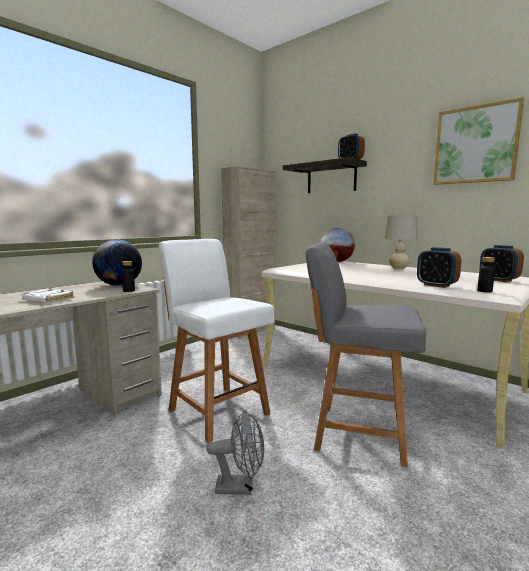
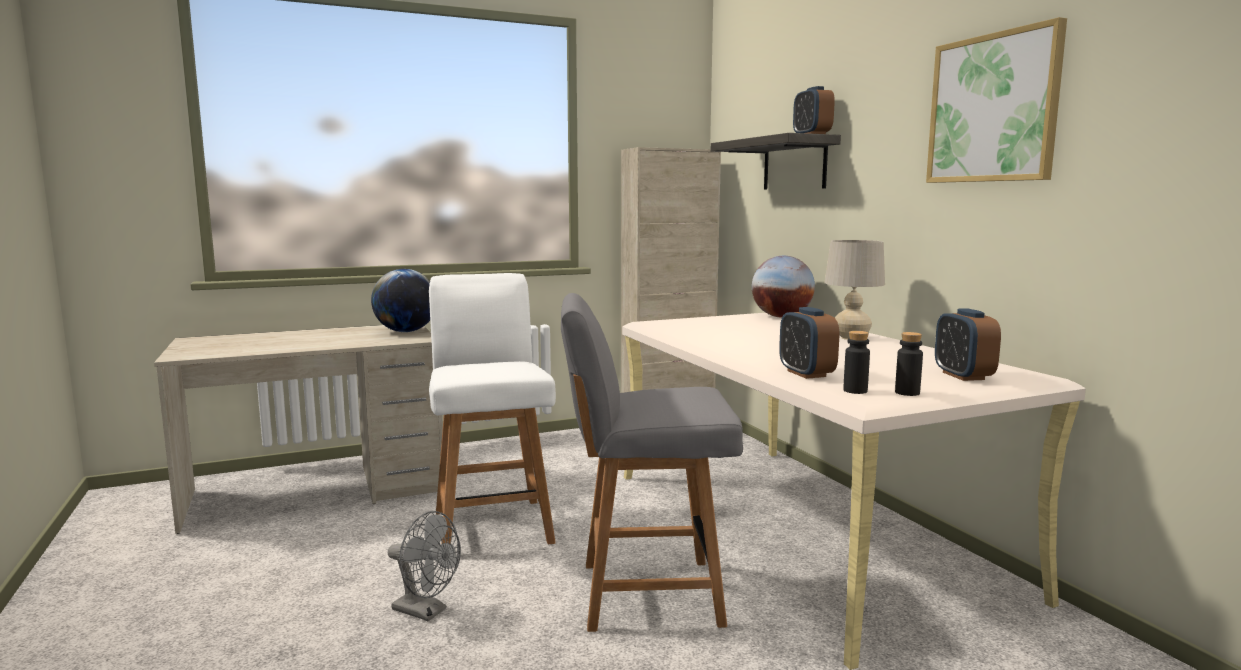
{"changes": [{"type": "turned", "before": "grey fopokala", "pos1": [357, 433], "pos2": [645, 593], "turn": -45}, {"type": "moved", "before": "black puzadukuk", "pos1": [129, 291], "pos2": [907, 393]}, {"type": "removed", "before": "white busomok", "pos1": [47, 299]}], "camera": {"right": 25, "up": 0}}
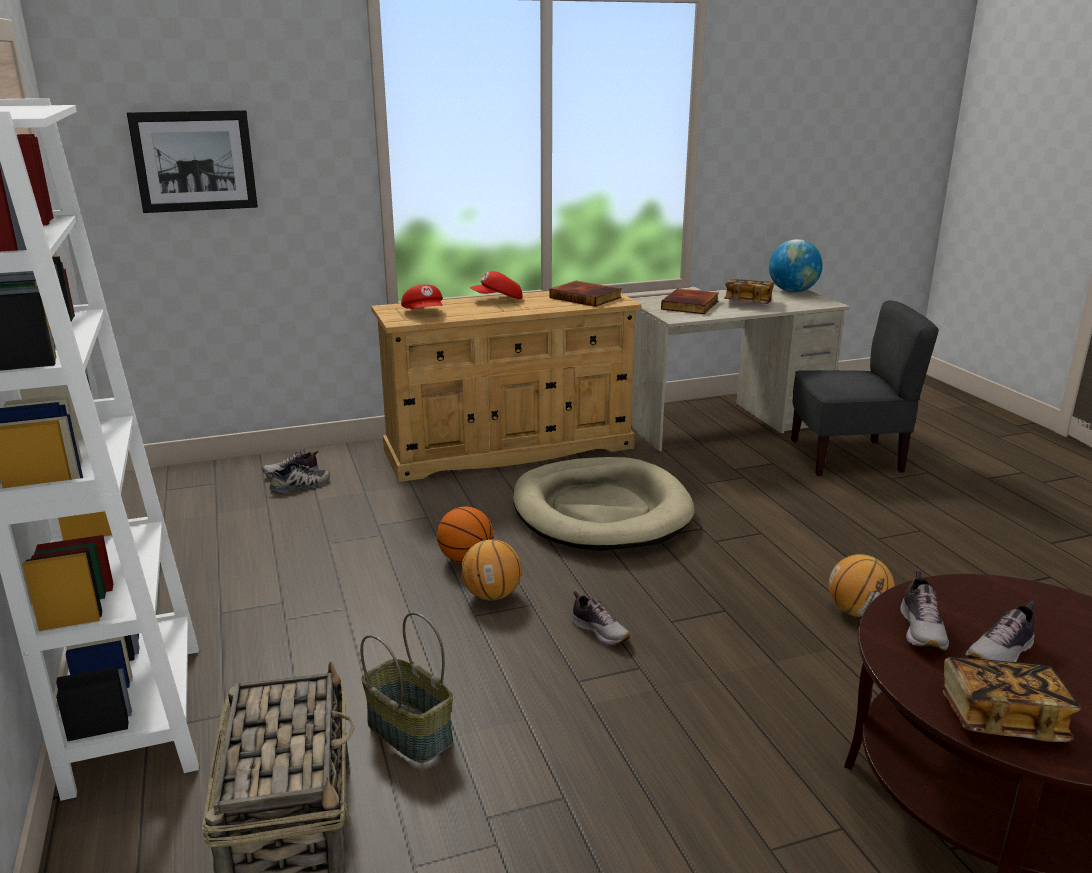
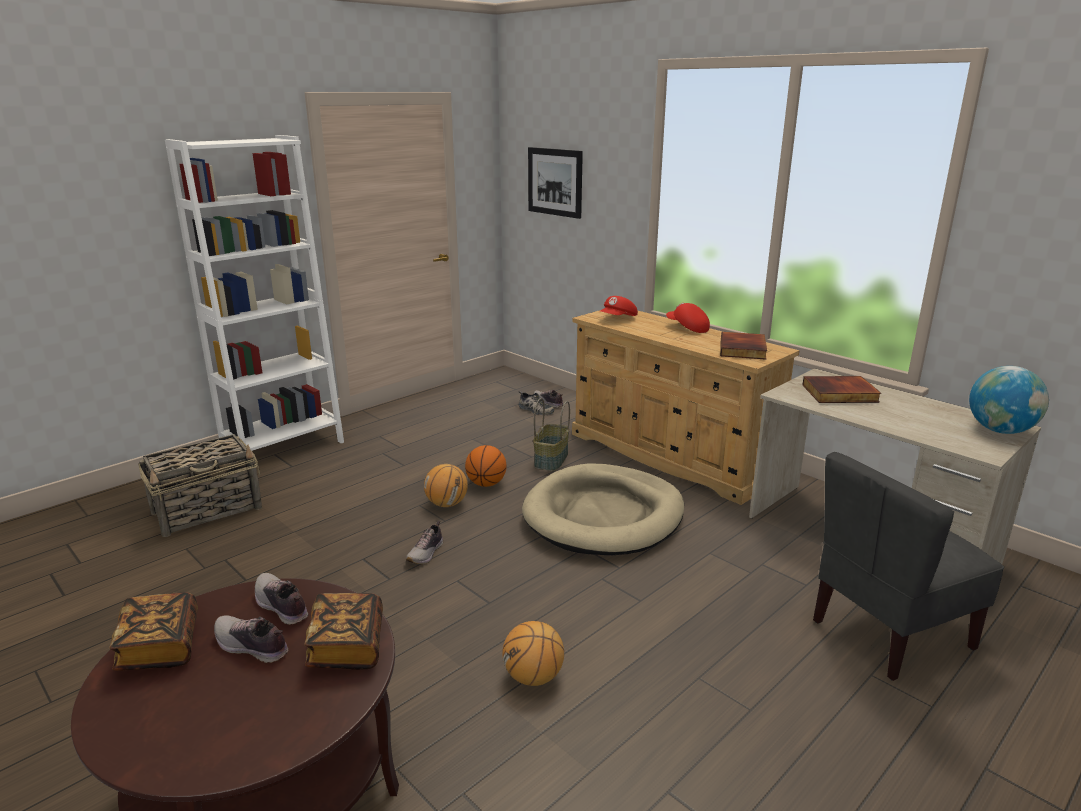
{"changes": [{"type": "moved", "before": "busomok", "pos1": [747, 303], "pos2": [347, 647]}, {"type": "turned", "before": "grey fopokala", "pos1": [846, 457], "pos2": [889, 633], "turn": 90}, {"type": "turned", "before": "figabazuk", "pos1": [922, 630], "pos2": [281, 606], "turn": 60}, {"type": "moved", "before": "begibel", "pos1": [411, 732], "pos2": [552, 460]}], "camera": {"right": 65, "up": 0}}
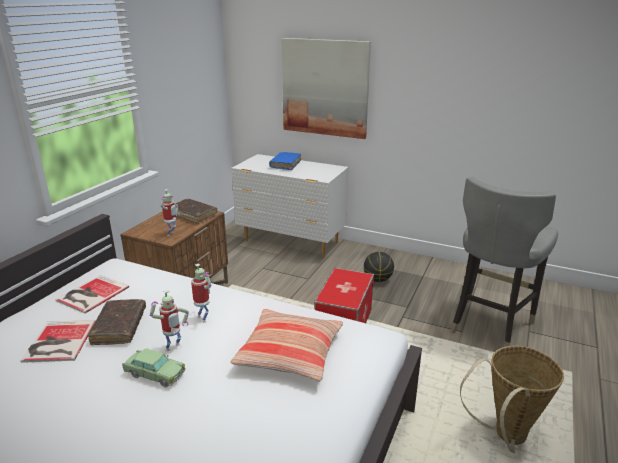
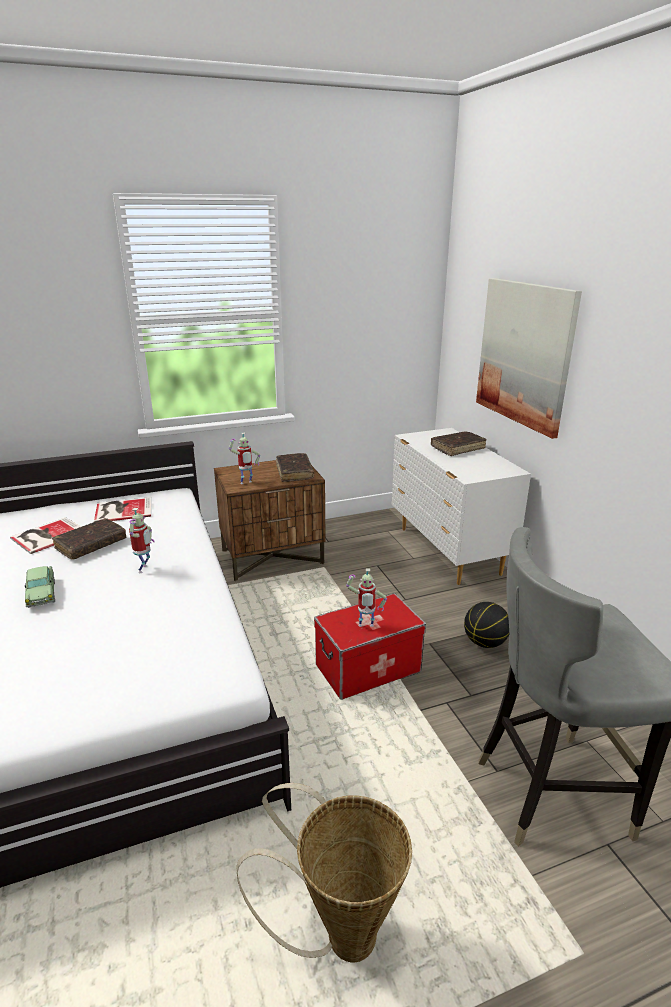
{"changes": [{"type": "recoloured", "before": "blue busomok", "after": "brown busomok", "pos1": [285, 164], "pos2": [457, 448]}, {"type": "moved", "before": "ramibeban", "pos1": [173, 348], "pos2": [365, 627]}, {"type": "removed", "before": "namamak", "pos1": [289, 353]}], "camera": {"right": 45, "up": 0}}
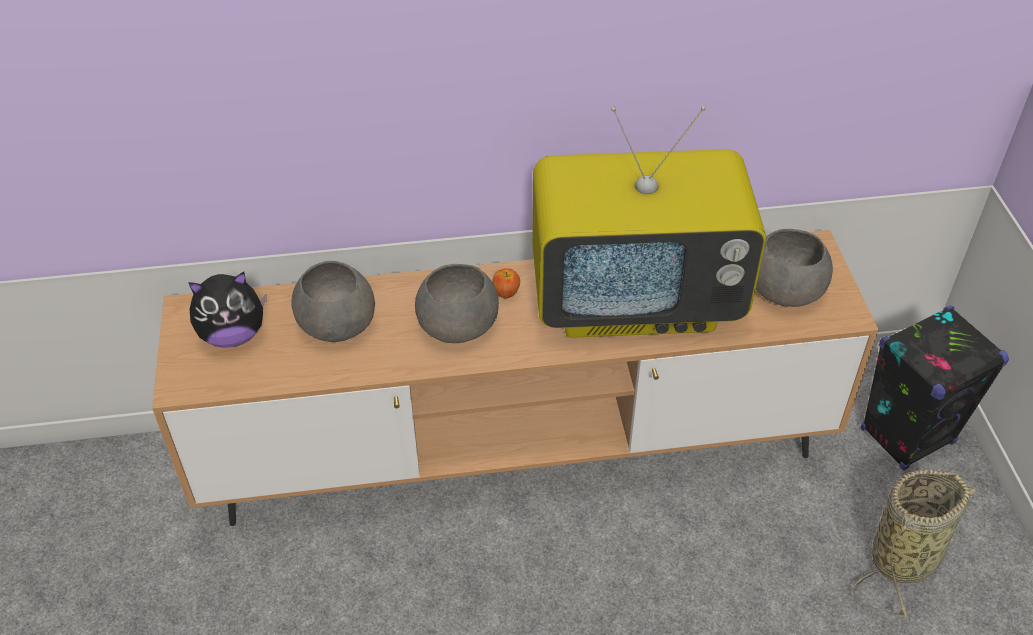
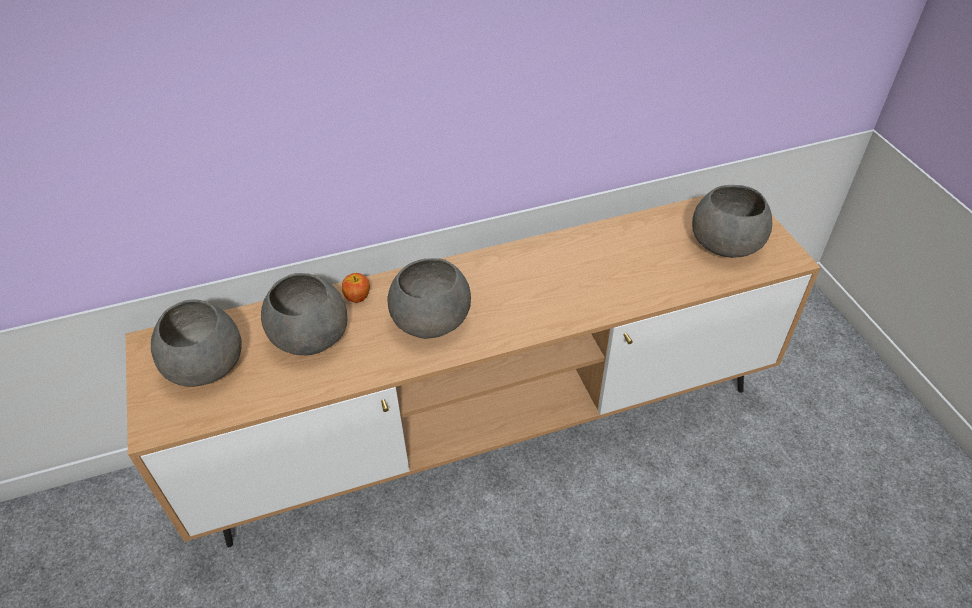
{"changes": [{"type": "removed", "before": "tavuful", "pos1": [637, 300]}, {"type": "moved", "before": "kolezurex", "pos1": [506, 292], "pos2": [357, 296]}, {"type": "replaced", "before": "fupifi", "after": "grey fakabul", "pos1": [233, 335], "pos2": [204, 363]}, {"type": "removed", "before": "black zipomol", "pos1": [907, 435]}, {"type": "removed", "before": "begibel", "pos1": [906, 556]}], "camera": {"right": -10, "up": 0}}
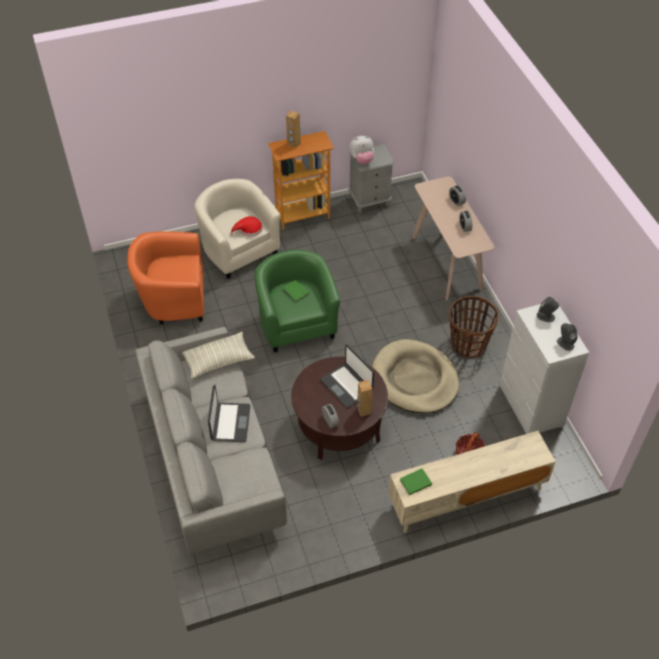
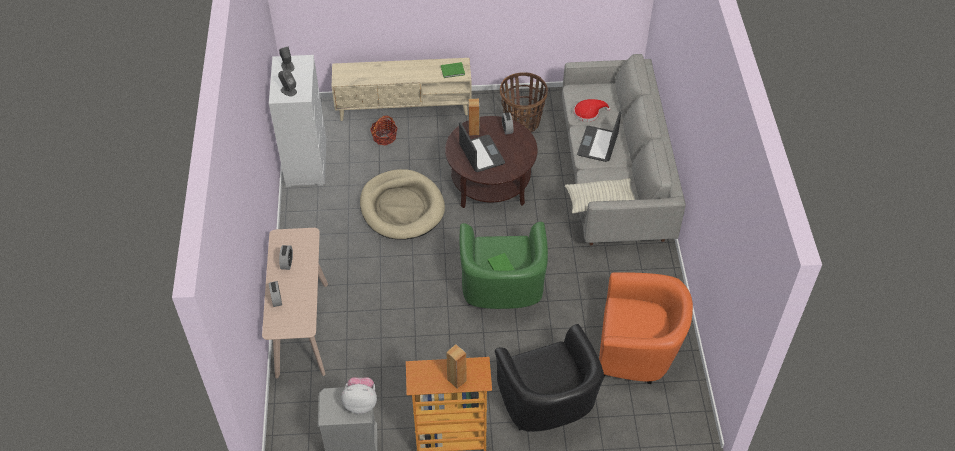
{"changes": [{"type": "recoloured", "before": "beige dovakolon", "after": "black dovakolon", "pos1": [238, 250], "pos2": [547, 405]}, {"type": "moved", "before": "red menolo", "pos1": [248, 229], "pos2": [588, 113]}, {"type": "moved", "before": "begibel", "pos1": [468, 344], "pos2": [522, 122]}], "camera": {"right": -165, "up": 0}}
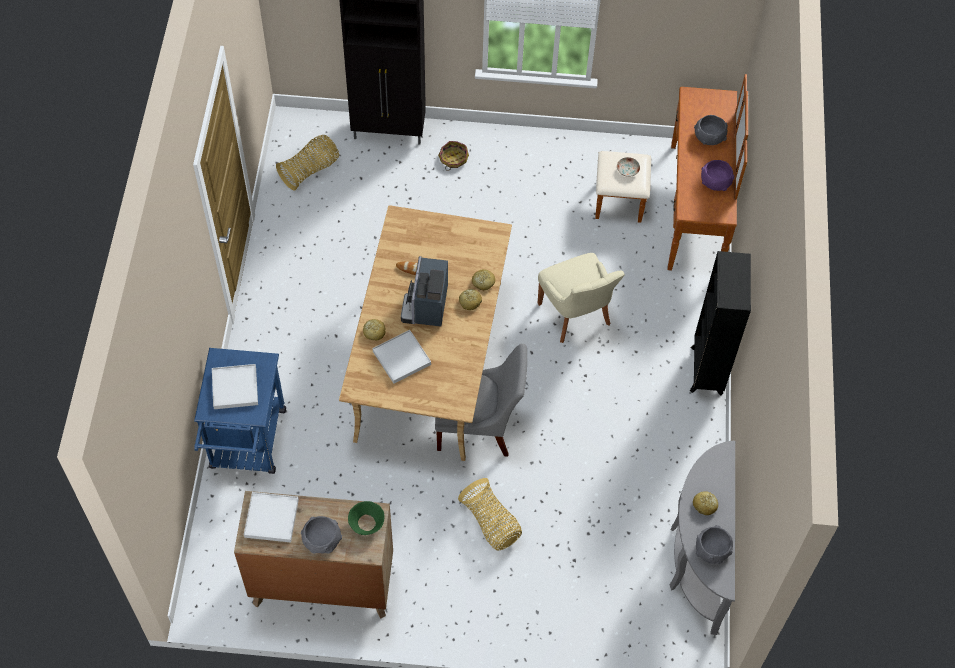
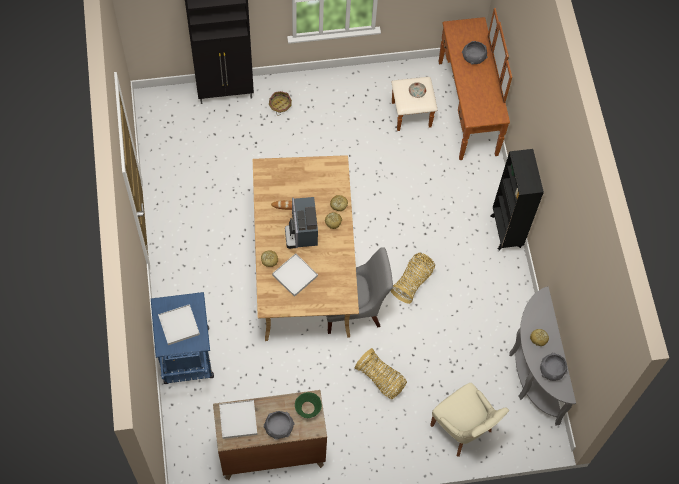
{"changes": [{"type": "moved", "before": "begibel", "pos1": [310, 170], "pos2": [412, 282]}, {"type": "removed", "before": "purple fakabul", "pos1": [715, 181]}, {"type": "moved", "before": "beige fopokala", "pos1": [575, 316], "pos2": [463, 429]}], "camera": {"right": -15, "up": 5}}
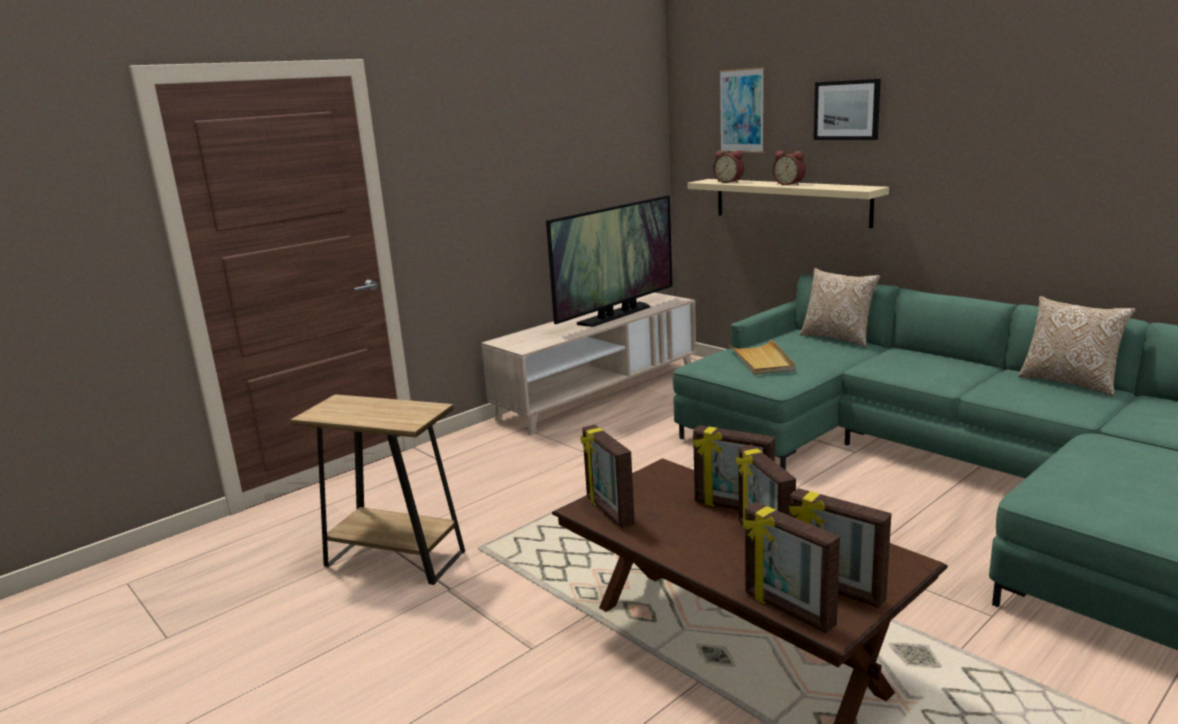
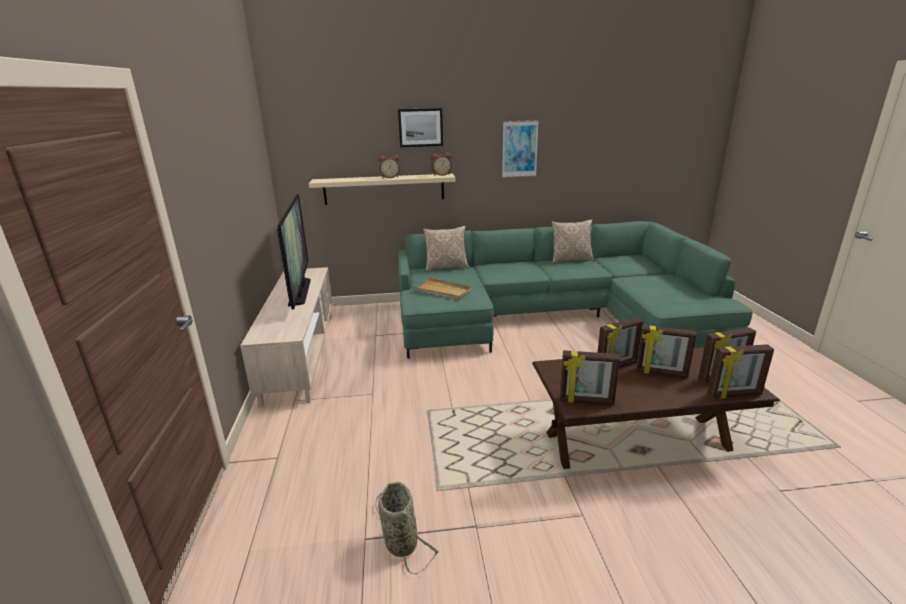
{"changes": [{"type": "moved", "before": "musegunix", "pos1": [742, 111], "pos2": [519, 149]}, {"type": "moved", "before": "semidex", "pos1": [729, 182], "pos2": [441, 175]}, {"type": "replaced", "before": "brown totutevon", "after": "begibel", "pos1": [395, 558], "pos2": [400, 541]}], "camera": {"right": -55, "up": 5}}
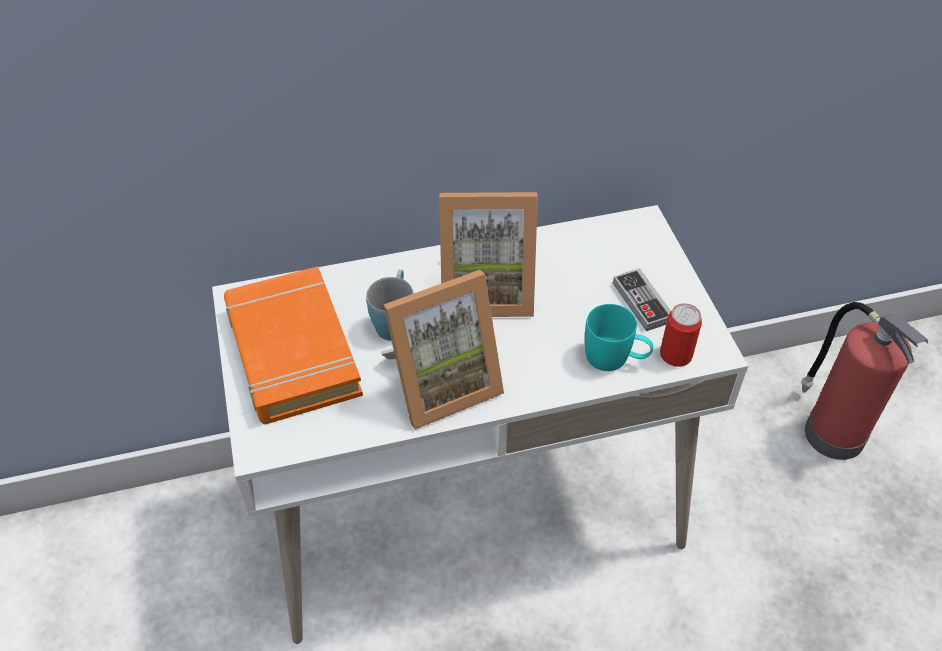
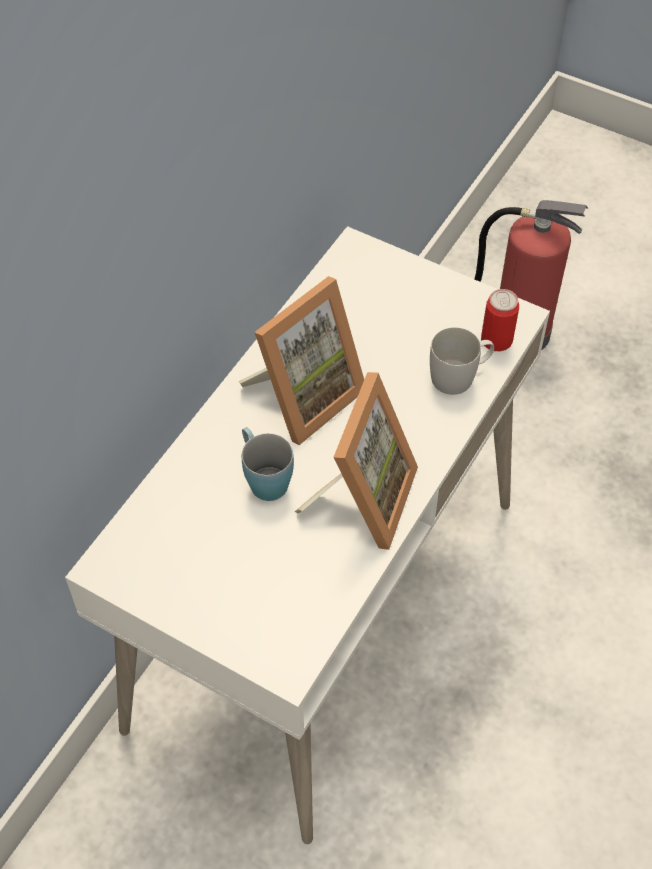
{"changes": [{"type": "removed", "before": "orange busomok", "pos1": [292, 352]}, {"type": "removed", "before": "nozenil", "pos1": [642, 302]}, {"type": "recoloured", "before": "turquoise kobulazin", "after": "white kobulazin", "pos1": [615, 358], "pos2": [460, 376]}], "camera": {"right": -45, "up": 5}}
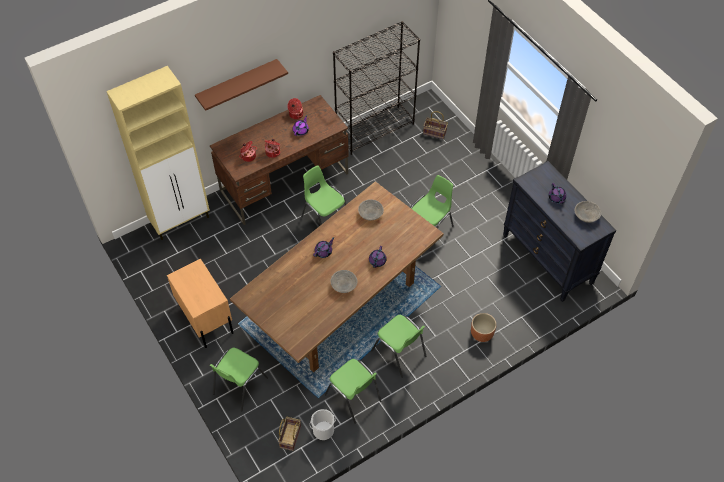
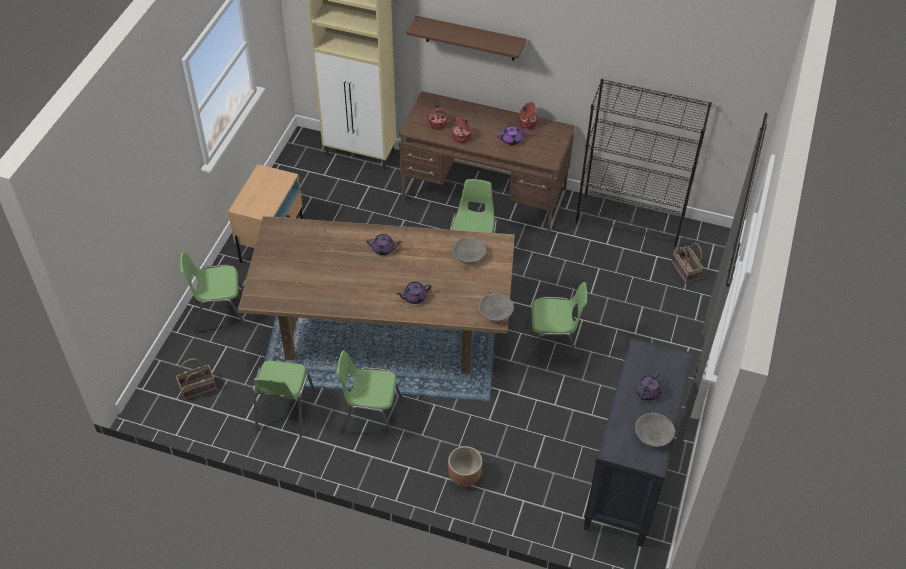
{"changes": [{"type": "moved", "before": "grey fakabul", "pos1": [344, 285], "pos2": [495, 313]}, {"type": "turned", "before": "green fopokala", "pos1": [399, 353], "pos2": [371, 416], "turn": 90}, {"type": "removed", "before": "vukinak", "pos1": [323, 430]}], "camera": {"right": 50, "up": -5}}
